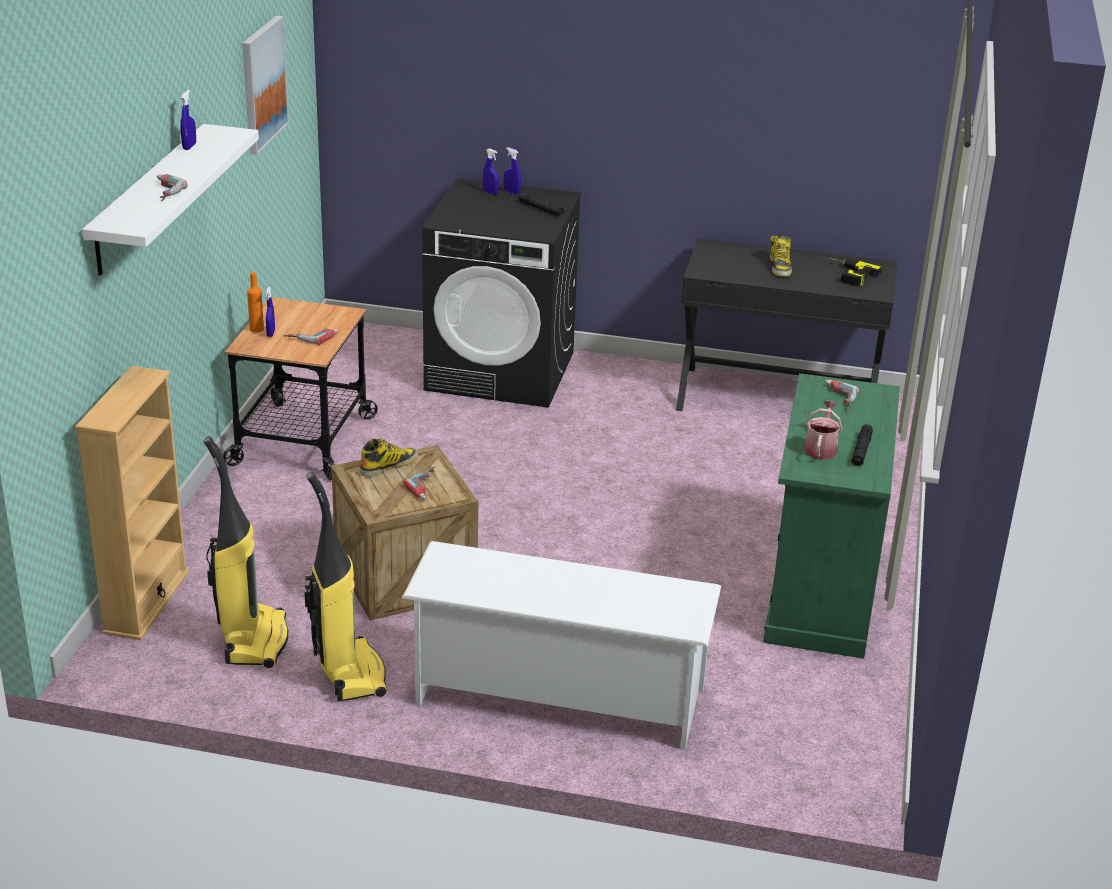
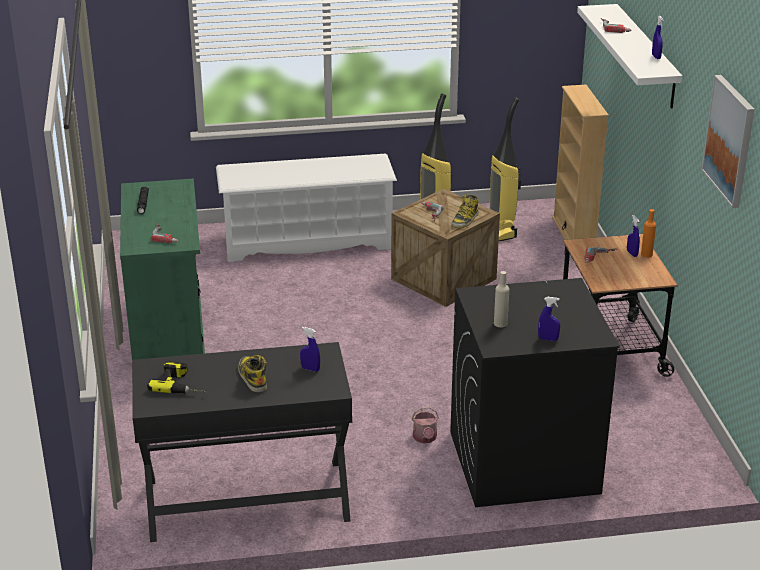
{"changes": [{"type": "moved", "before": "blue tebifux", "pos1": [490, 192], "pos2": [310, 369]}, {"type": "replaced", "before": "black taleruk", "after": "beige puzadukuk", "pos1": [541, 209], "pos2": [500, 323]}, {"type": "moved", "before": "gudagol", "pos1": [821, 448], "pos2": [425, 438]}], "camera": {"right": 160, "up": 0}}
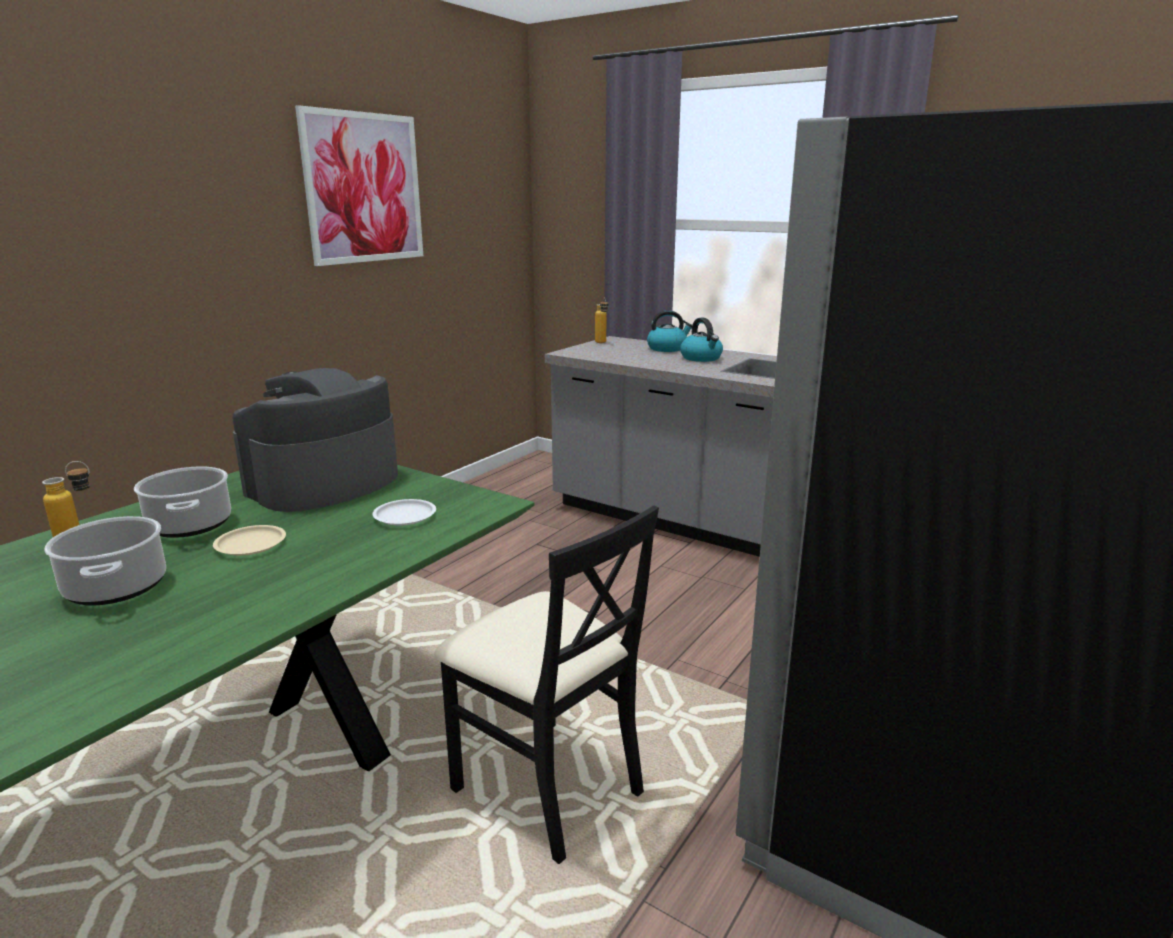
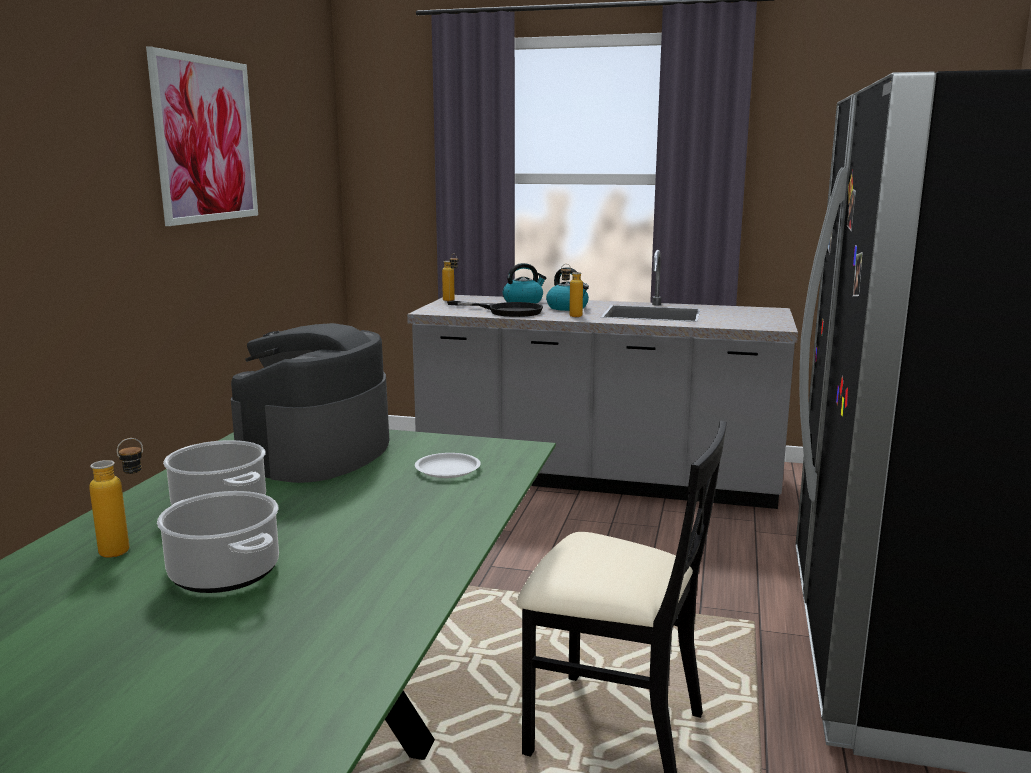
{"changes": [{"type": "removed", "before": "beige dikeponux", "pos1": [250, 545]}, {"type": "added", "after": "puzadukuk", "pos2": [570, 316]}, {"type": "added", "after": "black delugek", "pos2": [506, 311]}], "camera": {"right": -20, "up": -5}}
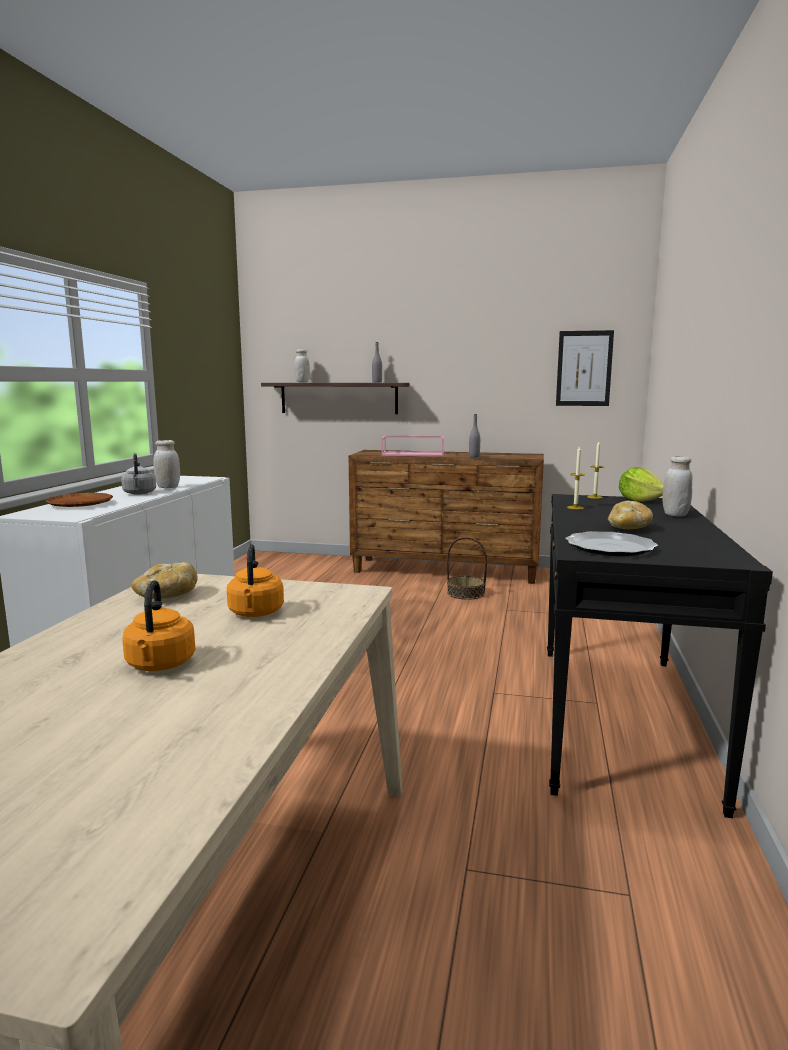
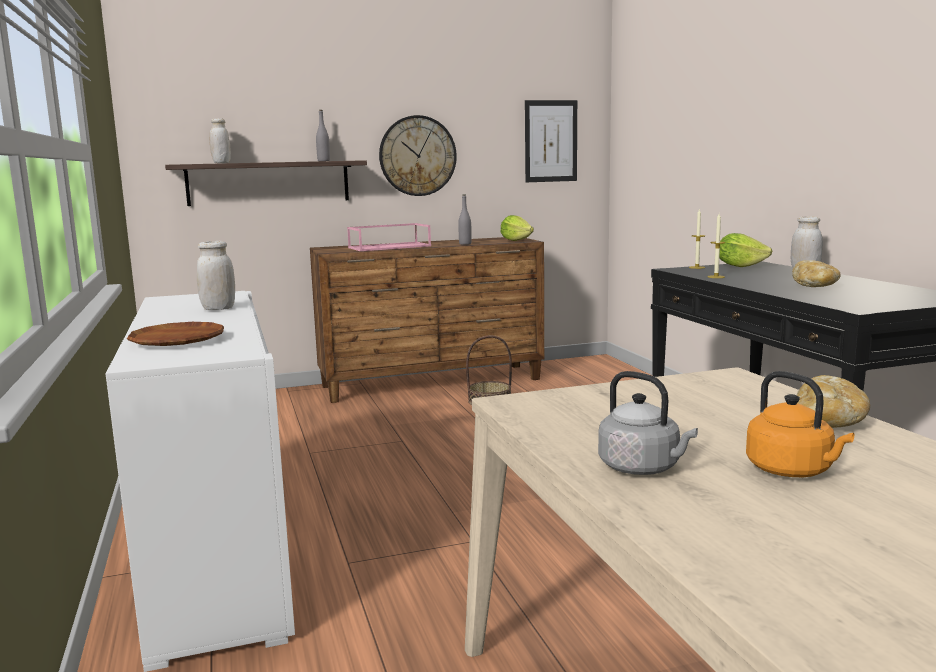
{"changes": [{"type": "moved", "before": "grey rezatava", "pos1": [139, 493], "pos2": [642, 468]}, {"type": "removed", "before": "dikeponux", "pos1": [609, 547]}, {"type": "removed", "before": "orange rezatava", "pos1": [255, 613]}, {"type": "moved", "before": "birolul", "pos1": [166, 596], "pos2": [828, 423]}, {"type": "added", "after": "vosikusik", "pos2": [417, 156]}, {"type": "added", "after": "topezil", "pos2": [516, 240]}], "camera": {"right": -30, "up": 0}}
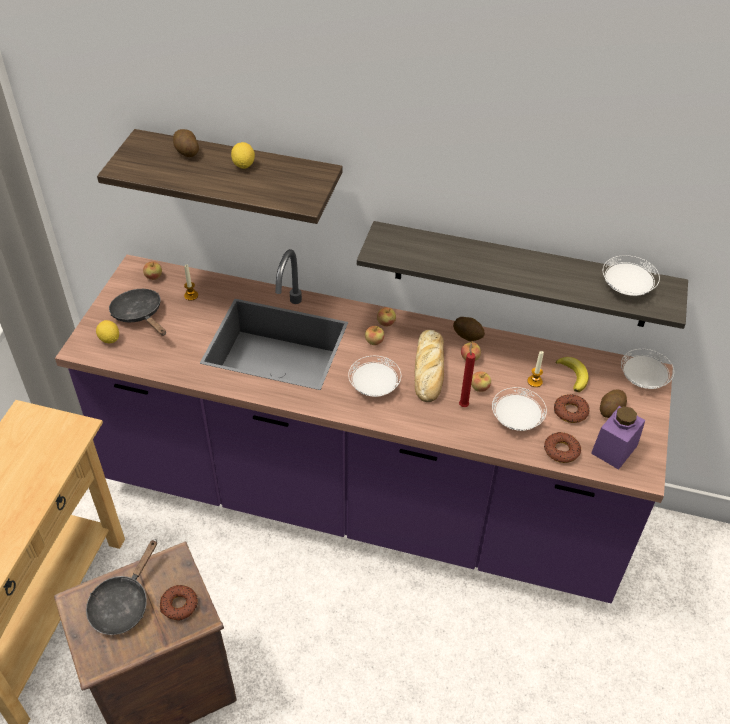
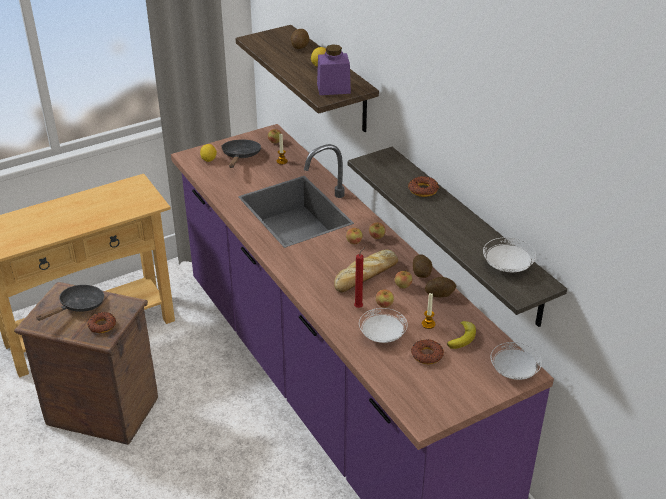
{"changes": [{"type": "removed", "before": "white dikeponux", "pos1": [374, 386]}, {"type": "moved", "before": "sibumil", "pos1": [611, 410], "pos2": [440, 294]}, {"type": "moved", "before": "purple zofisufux", "pos1": [614, 449], "pos2": [333, 88]}, {"type": "moved", "before": "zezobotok", "pos1": [561, 450], "pos2": [423, 190]}, {"type": "turned", "before": "black delugek", "pos1": [123, 604], "pos2": [79, 306], "turn": 150}], "camera": {"right": 45, "up": -10}}
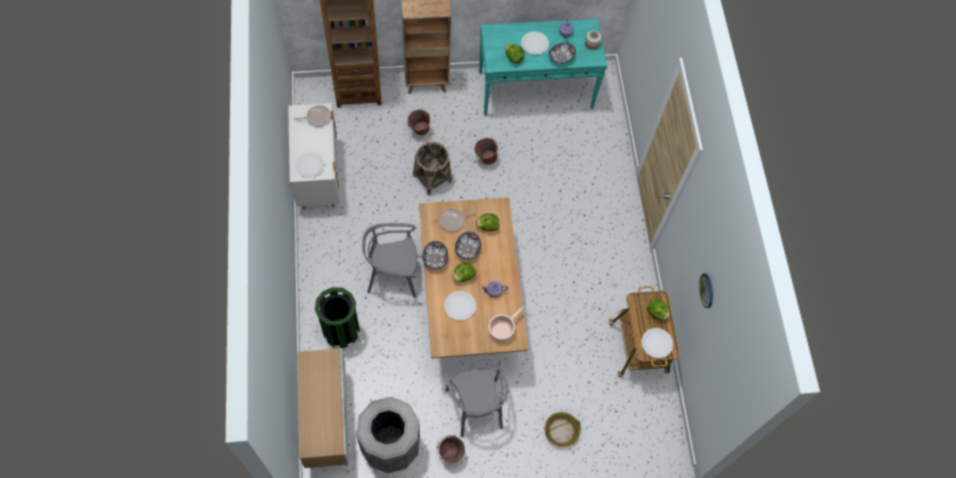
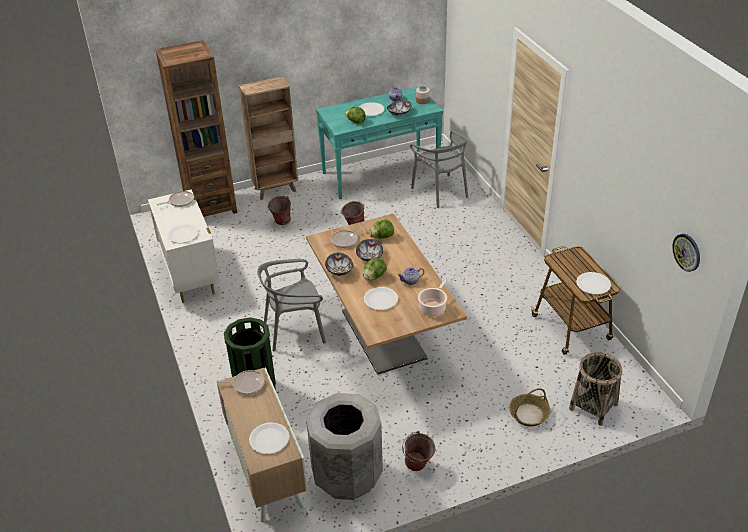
{"changes": [{"type": "moved", "before": "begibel", "pos1": [432, 178], "pos2": [593, 406]}, {"type": "moved", "before": "vosikusik", "pos1": [707, 290], "pos2": [687, 252]}, {"type": "removed", "before": "topezil", "pos1": [656, 313]}, {"type": "moved", "before": "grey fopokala", "pos1": [476, 407], "pos2": [440, 191]}, {"type": "added", "after": "delugek", "pos2": [247, 384]}, {"type": "added", "after": "white dikeponux", "pos2": [269, 439]}], "camera": {"right": -10, "up": -25}}
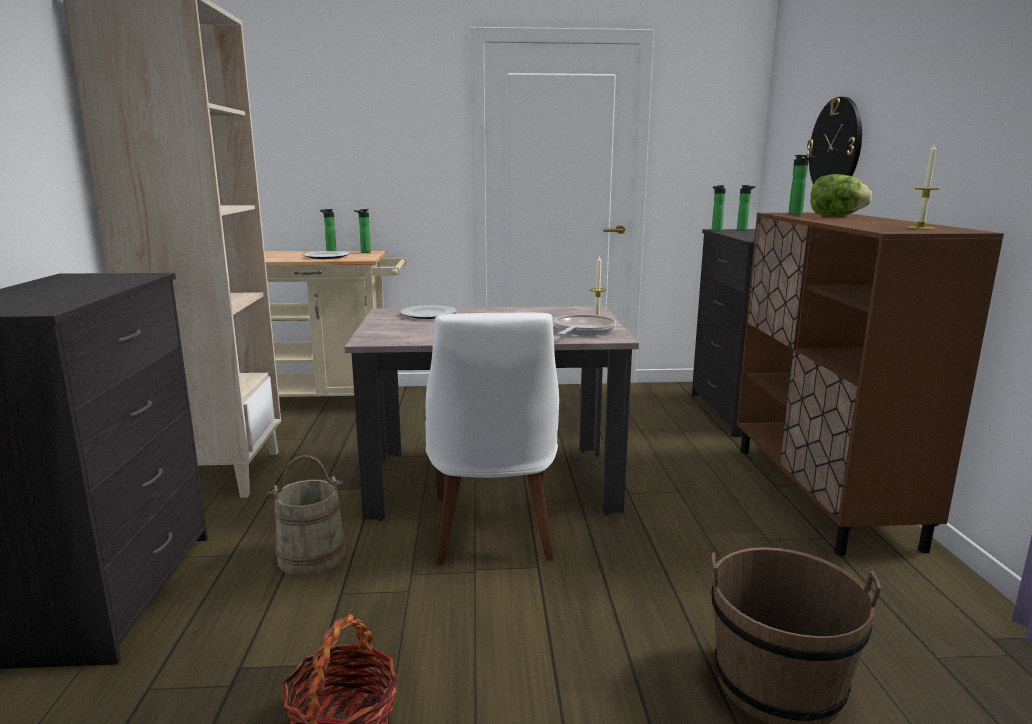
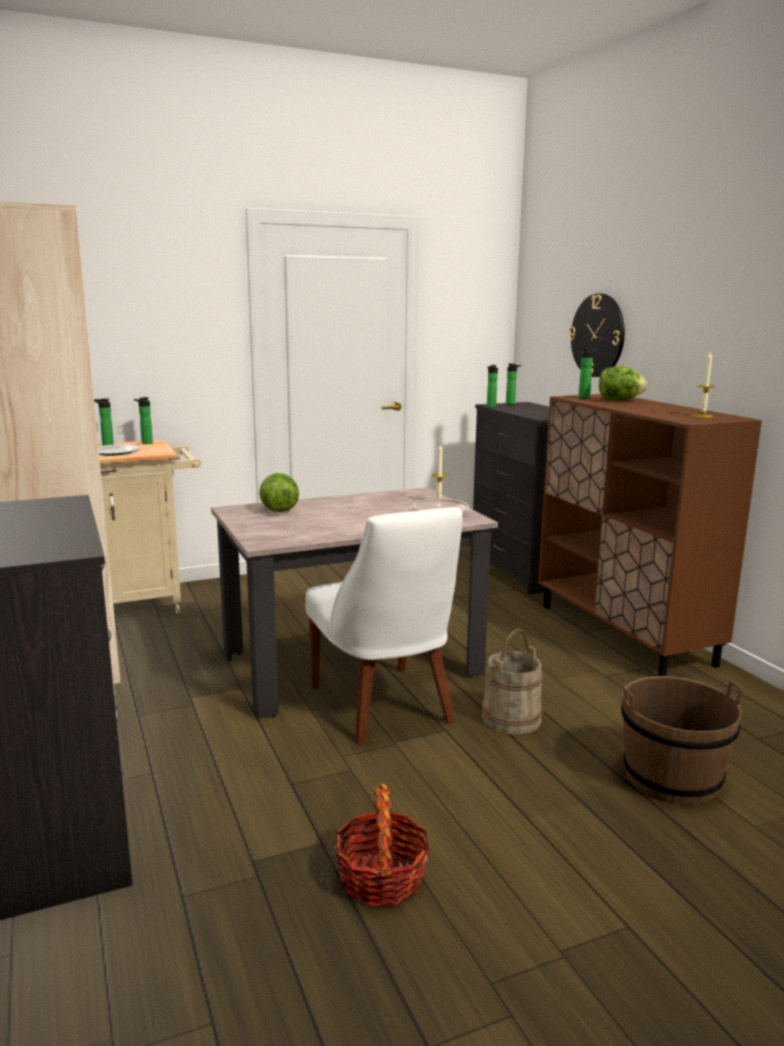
{"changes": [{"type": "replaced", "before": "dikeponux", "after": "topezil", "pos1": [427, 315], "pos2": [279, 510]}, {"type": "moved", "before": "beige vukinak", "pos1": [312, 555], "pos2": [511, 718]}], "camera": {"right": -20, "up": 0}}
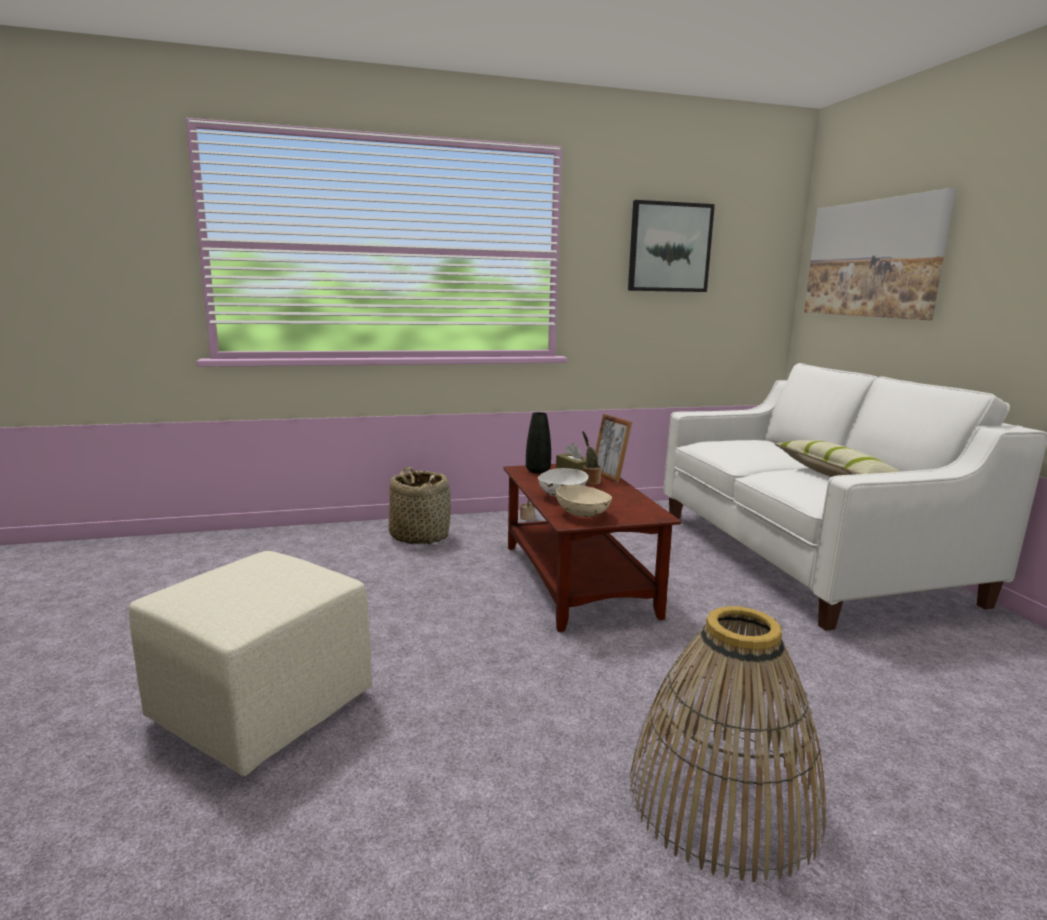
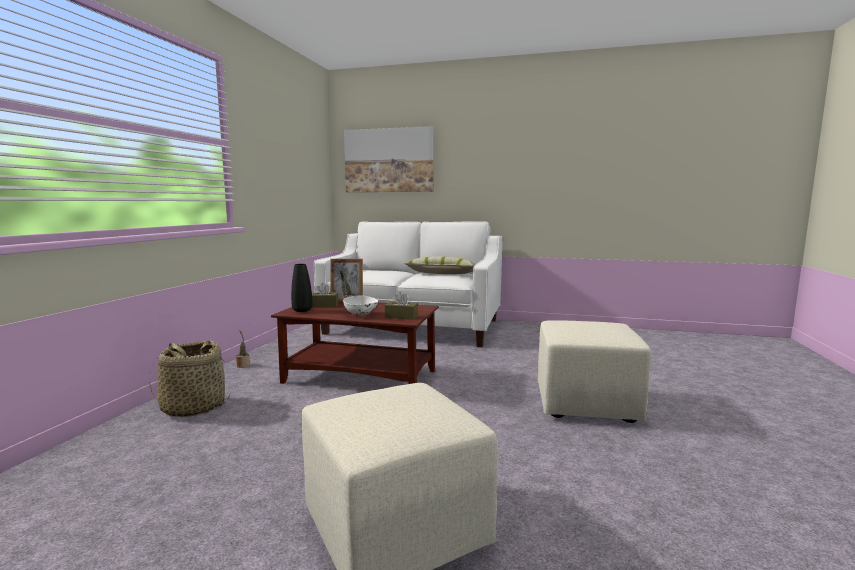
{"changes": [{"type": "removed", "before": "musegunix", "pos1": [669, 247]}, {"type": "replaced", "before": "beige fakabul", "after": "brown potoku", "pos1": [583, 514], "pos2": [401, 316]}, {"type": "replaced", "before": "begibel", "after": "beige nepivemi", "pos1": [722, 799], "pos2": [584, 404]}], "camera": {"right": -60, "up": -5}}
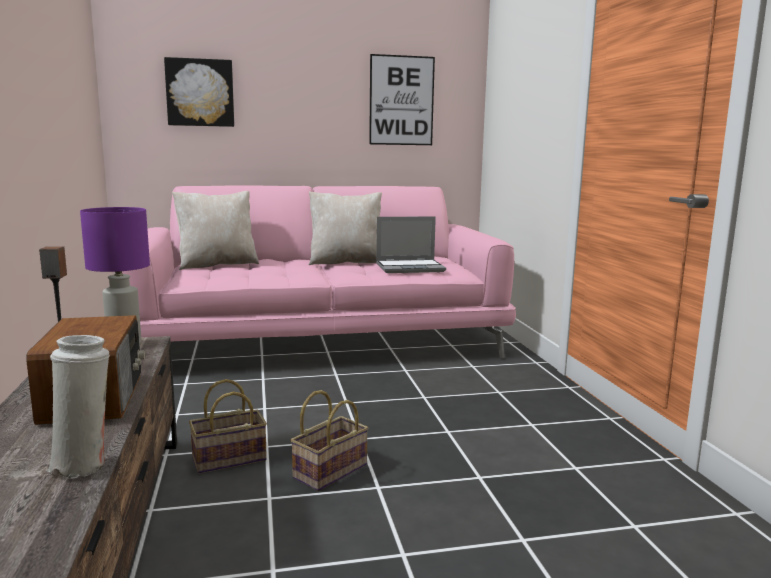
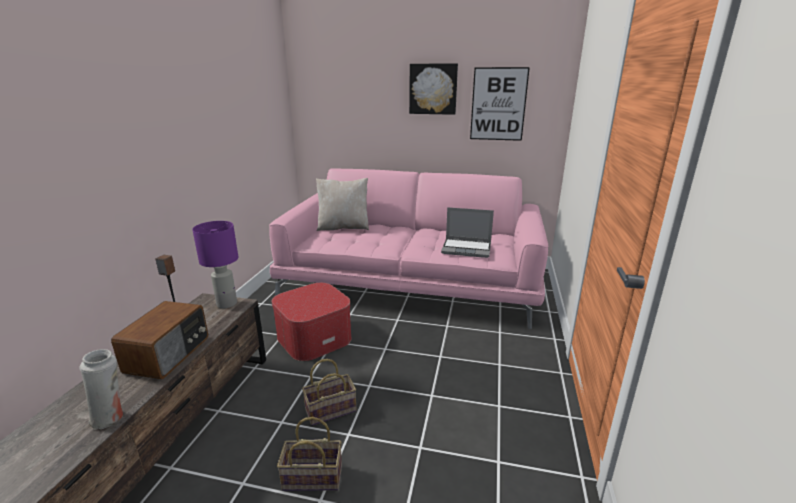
{"changes": [{"type": "moved", "before": "musegunix", "pos1": [200, 93], "pos2": [433, 89]}, {"type": "removed", "before": "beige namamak", "pos1": [346, 262]}, {"type": "moved", "before": "begibel", "pos1": [227, 460], "pos2": [311, 478]}, {"type": "added", "after": "nepivemi", "pos2": [314, 337]}], "camera": {"right": 25, "up": 10}}
